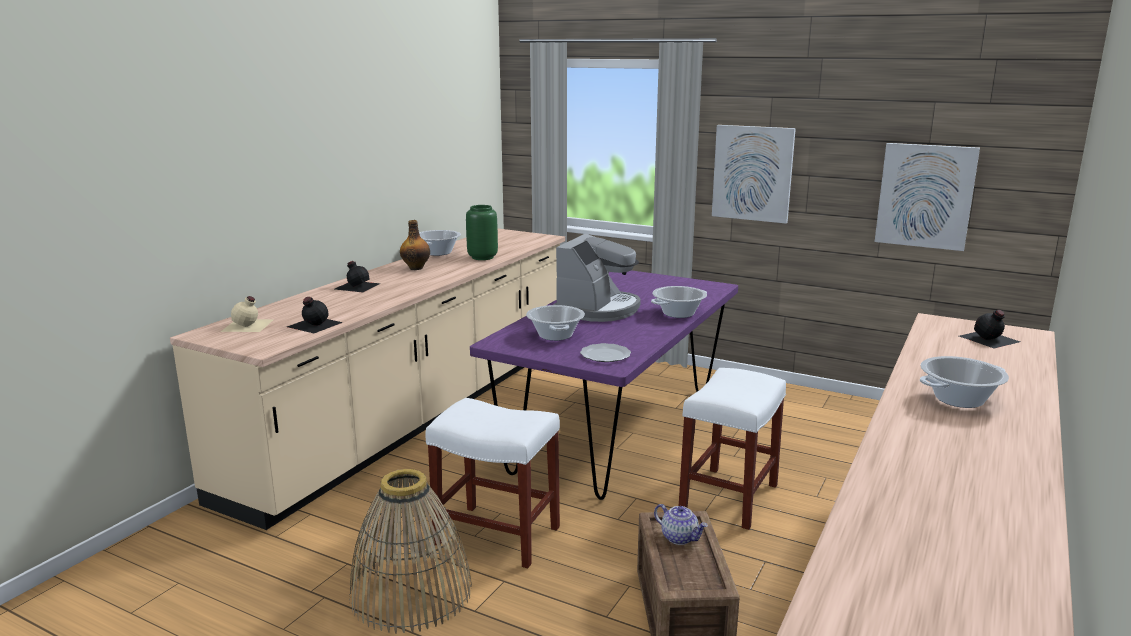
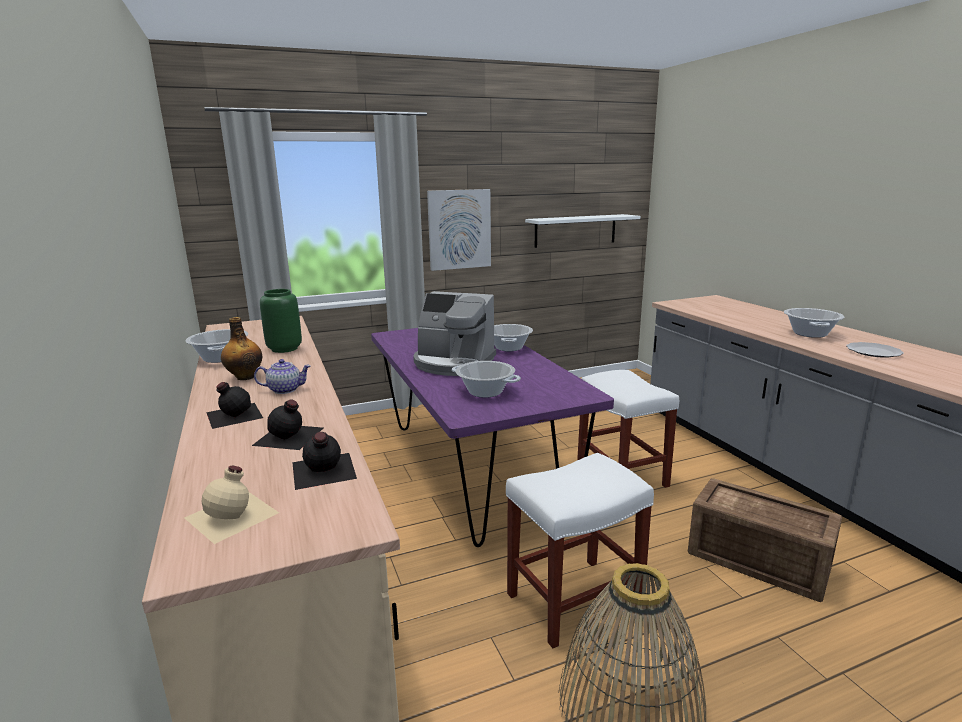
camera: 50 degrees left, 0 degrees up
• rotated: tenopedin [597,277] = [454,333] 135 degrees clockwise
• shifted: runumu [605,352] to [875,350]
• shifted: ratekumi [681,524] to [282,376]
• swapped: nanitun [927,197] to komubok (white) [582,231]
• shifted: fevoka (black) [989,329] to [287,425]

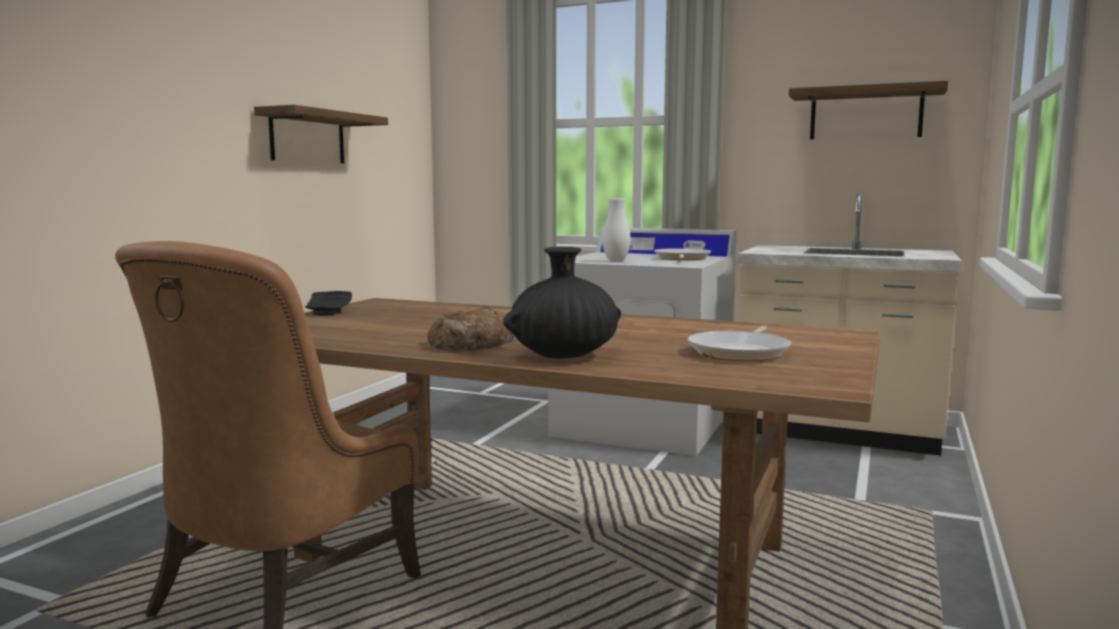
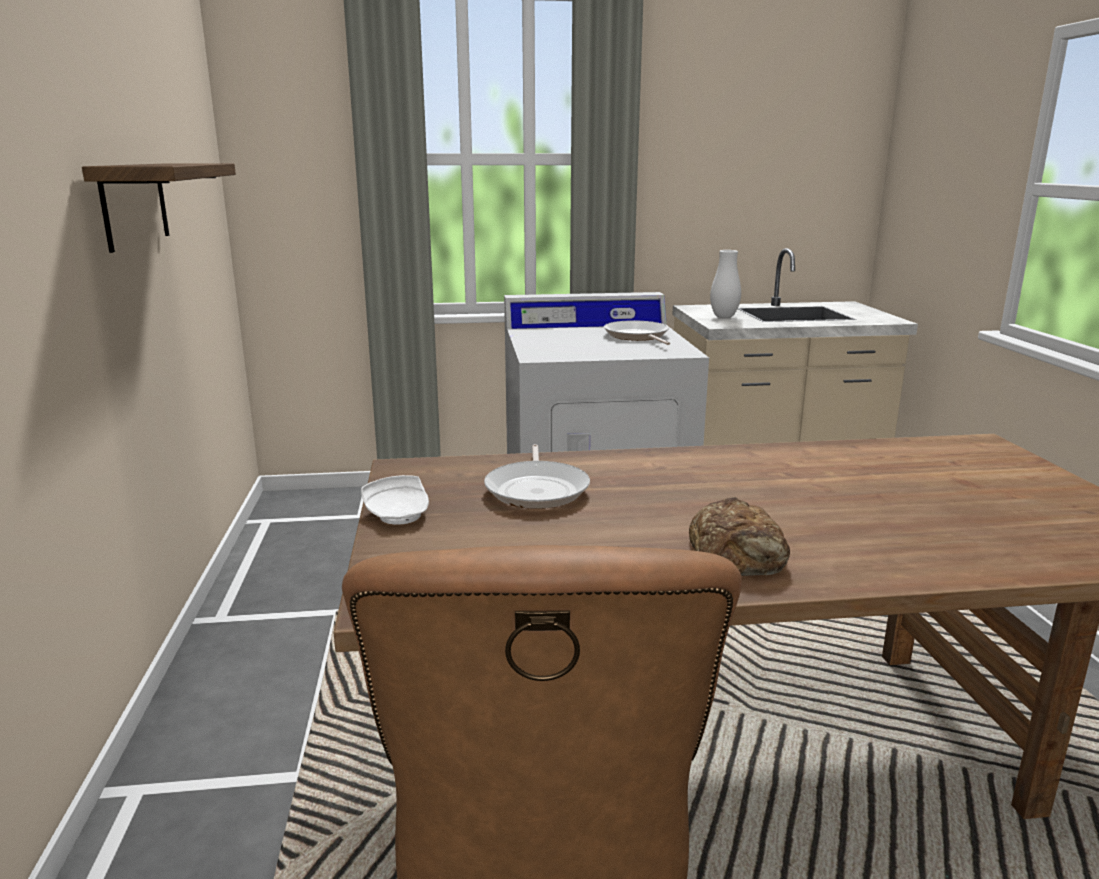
camera: 30 degrees left, 10 degrees up
• repainted: runumu (black) [328,303] to runumu (white) [395,500]
• gone: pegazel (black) [562,303]
• shifted: pegazel (white) [616,229] to [725,284]
• shifted: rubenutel [739,343] to [537,476]
• gone: komubok [868,110]

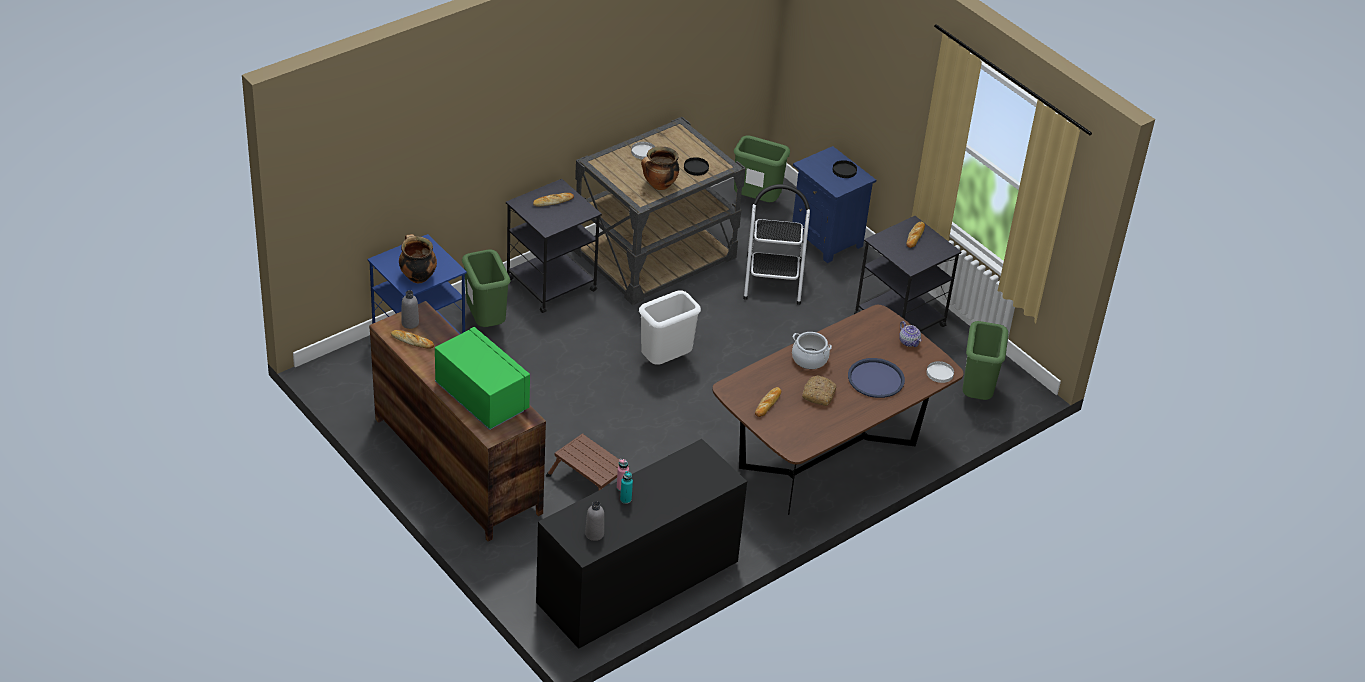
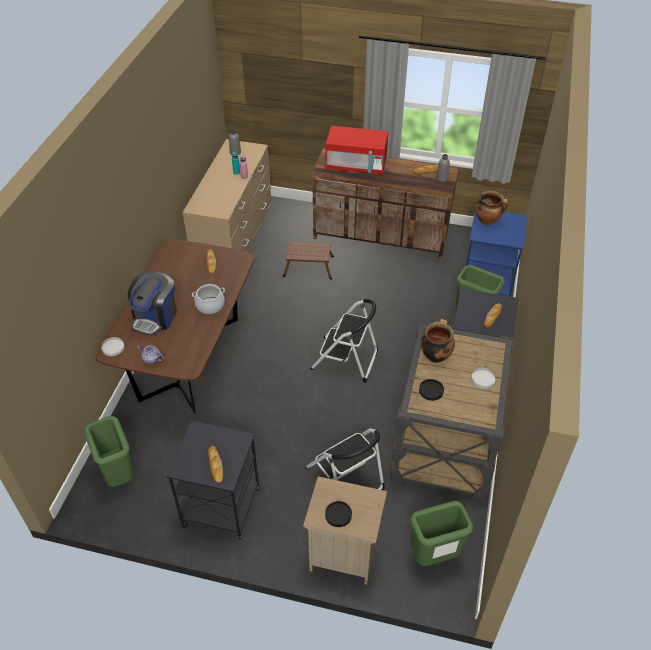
camera: 145 degrees right, 5 degrees up
• repainted: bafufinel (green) [482,378] to bafufinel (red) [357,150]
• repainted: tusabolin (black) [641,544] to tusabolin (beige) [227,195]
• swapped: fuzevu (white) [670,328] to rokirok [344,341]
• repainted: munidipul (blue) [834,204] to munidipul (beige) [345,530]
• gone: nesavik [819,390]
• swapped: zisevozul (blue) [876,378] to tenopedin [152,303]

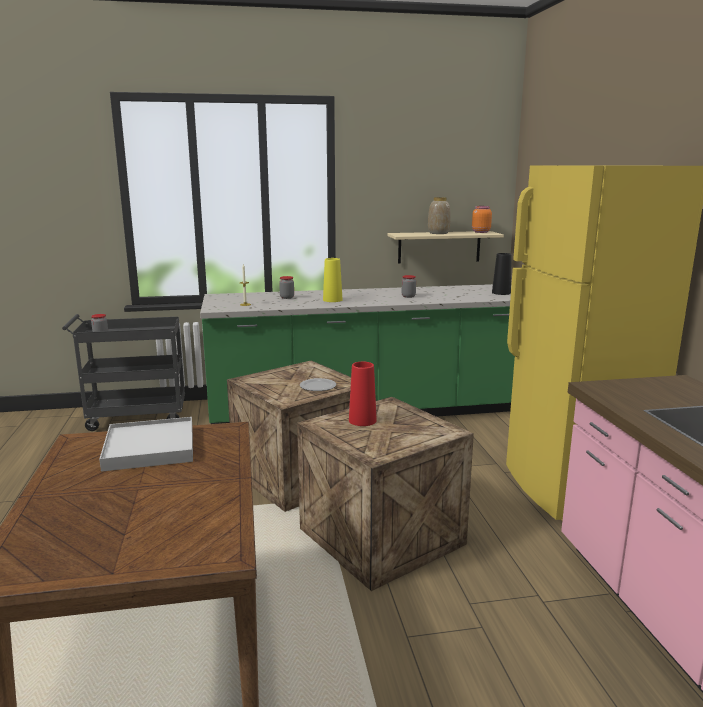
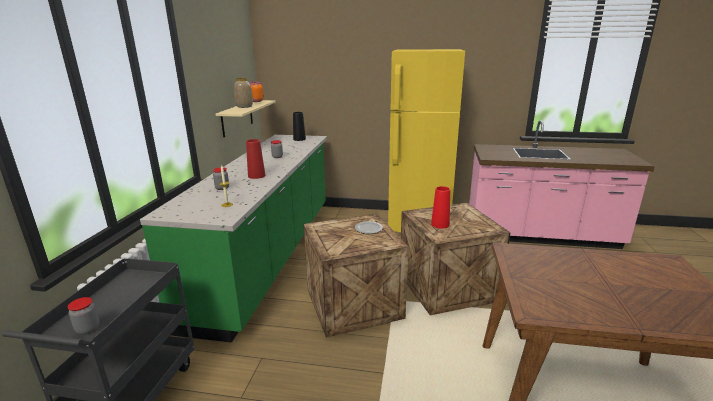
camera: 70 degrees left, 5 degrees up
• gone: zisevozul (white) [146,444]
• repainted: pegazel (yellow) [333,280] to pegazel (red) [255,159]

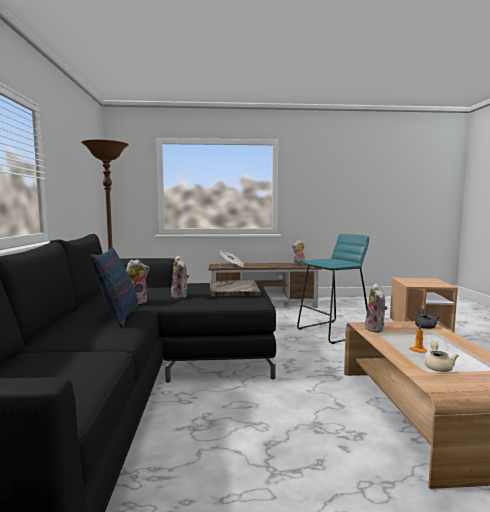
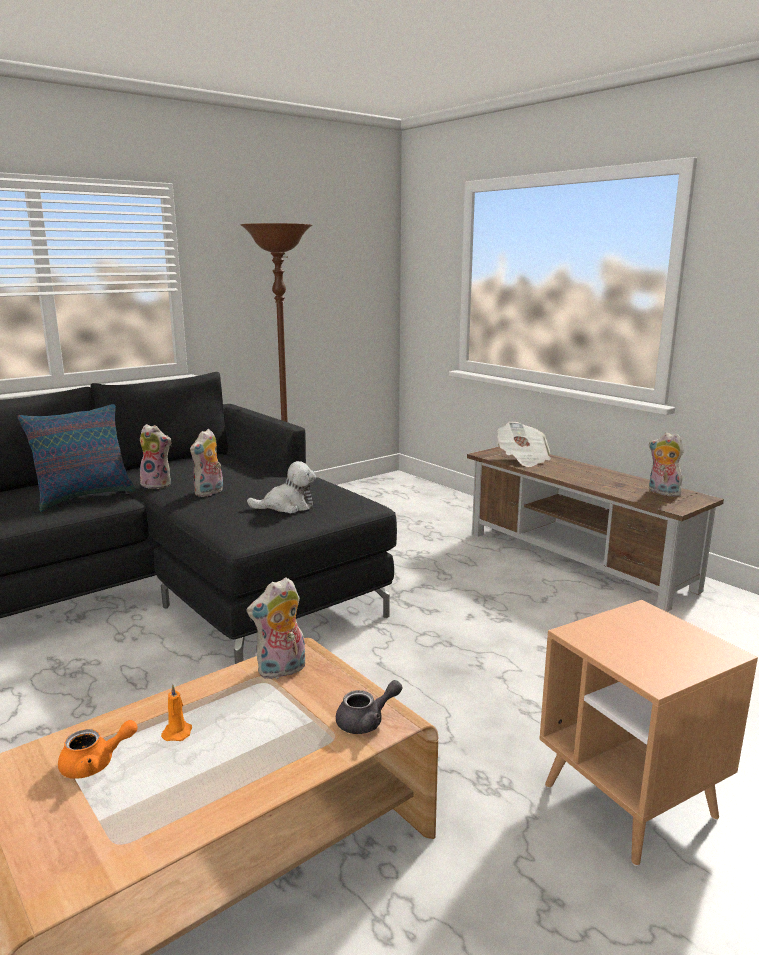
camera: 55 degrees right, 10 degrees up
• swapped: zisevozul (grey) [235,288] to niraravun [281,487]
• gone: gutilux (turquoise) [333,289]
• repainted: ratekumi (beige) [442,356] to ratekumi (orange) [98,749]

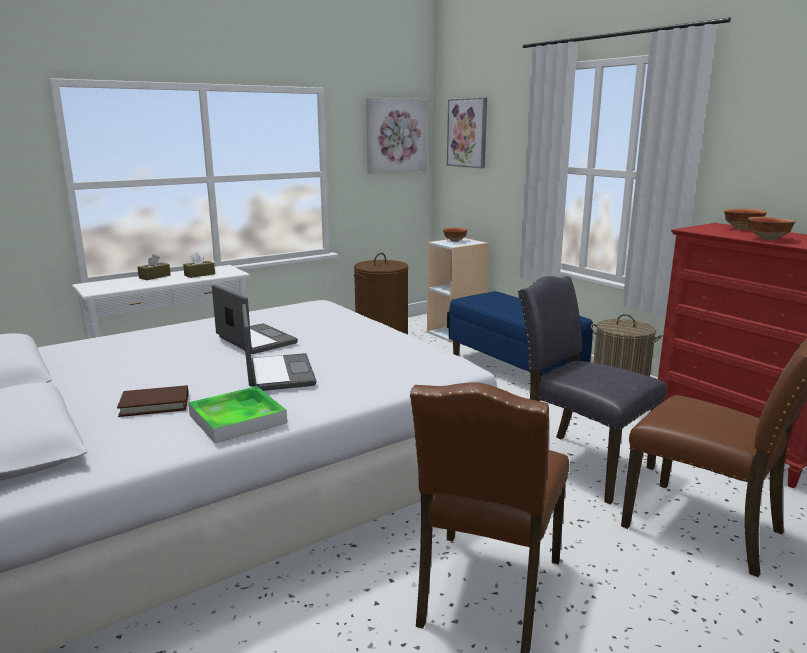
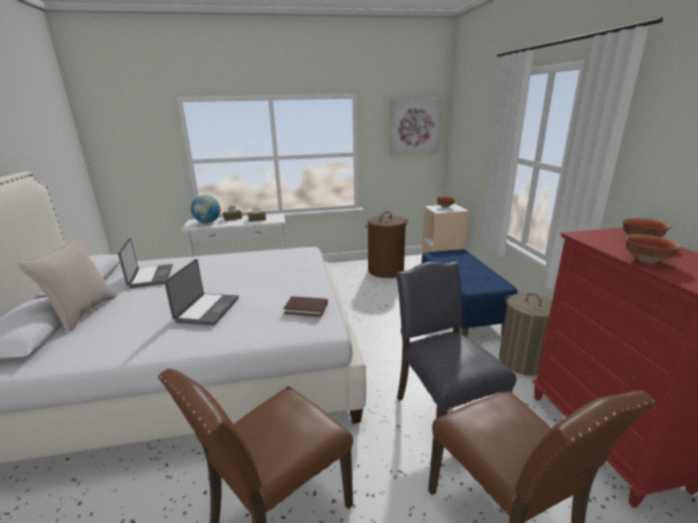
camera: 25 degrees right, 5 degrees up
• shifted: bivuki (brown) [153,401] to [305,306]
• gone: zisevozul [237,414]
• shifted: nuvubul [255,319] to [145,263]
• gone: nanitun [467,132]
• new: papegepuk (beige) [67,284]
• new: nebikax [205,209]

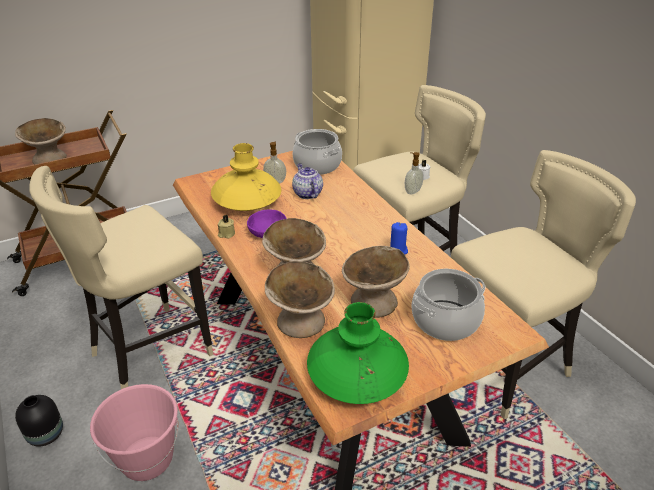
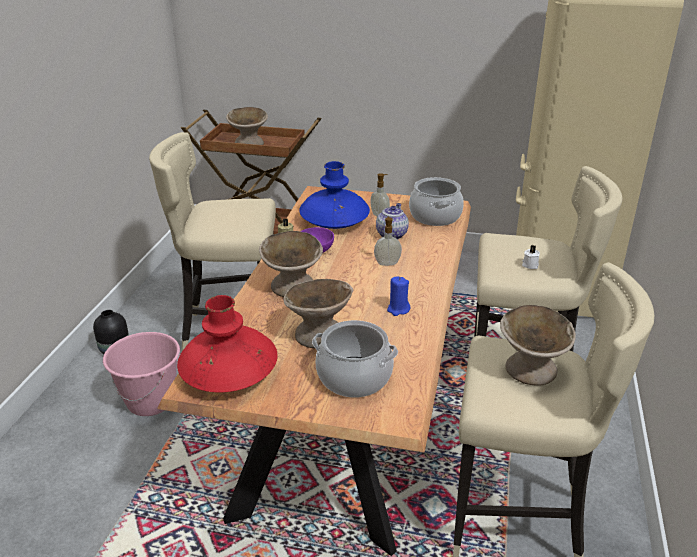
camera: 40 degrees right, 5 degrees down
• repainted: pegazel (yellow) [246,177] to pegazel (blue) [334,195]
• shifted: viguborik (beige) [300,299] to [538,345]
• repainted: pegazel (green) [358,353] to pegazel (red) [227,344]
• shifted: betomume [414,173] to [388,241]

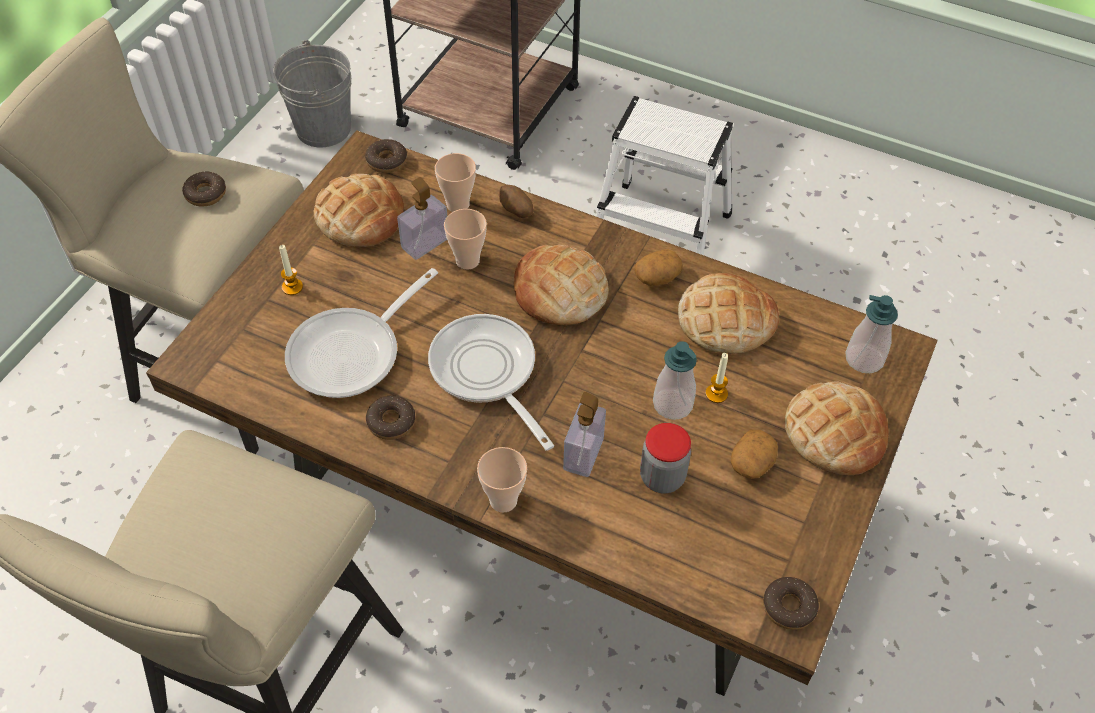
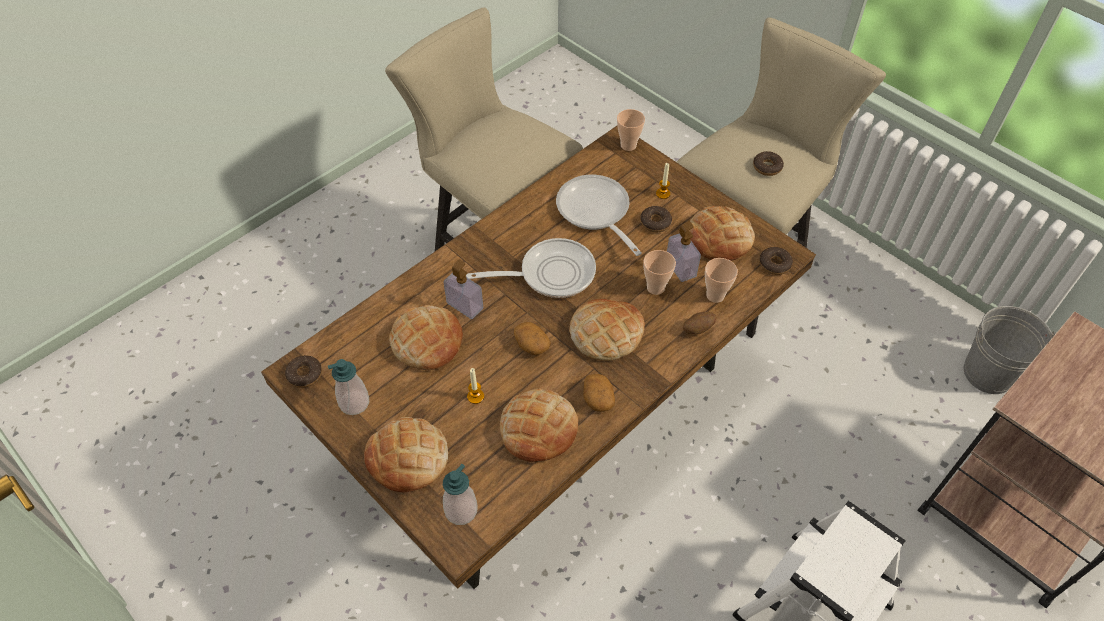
camera: 110 degrees right, 0 degrees up
• shifted: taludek [391,418] to [656,219]
• shifted: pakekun [502,480] to [631,130]
• swapped: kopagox [665,458] to nesavik [426,337]
• shifted: betomume [675,380] to [348,387]
• shifted: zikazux [754,454] to [532,338]

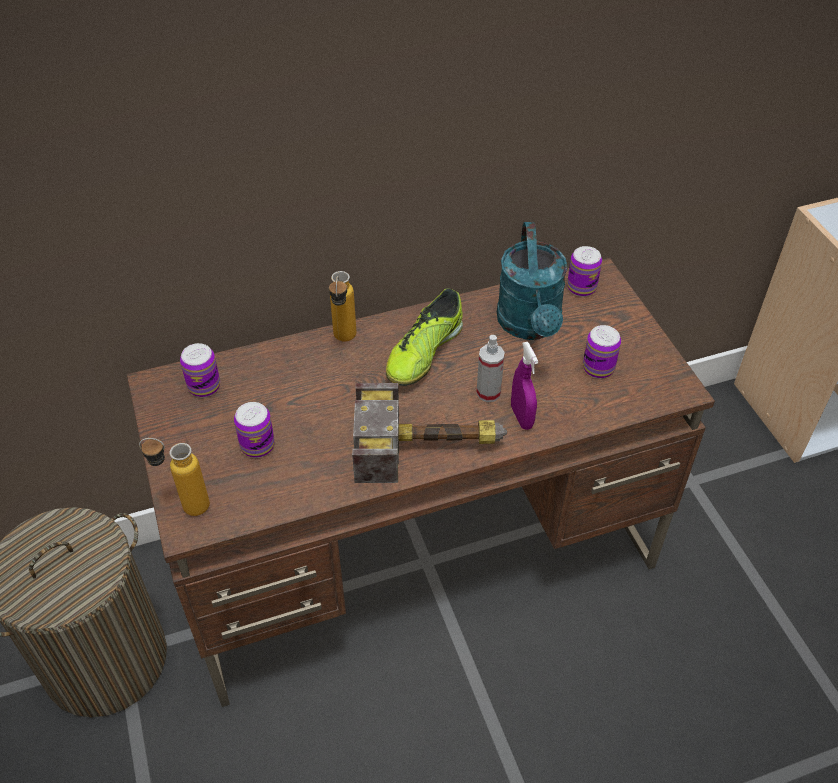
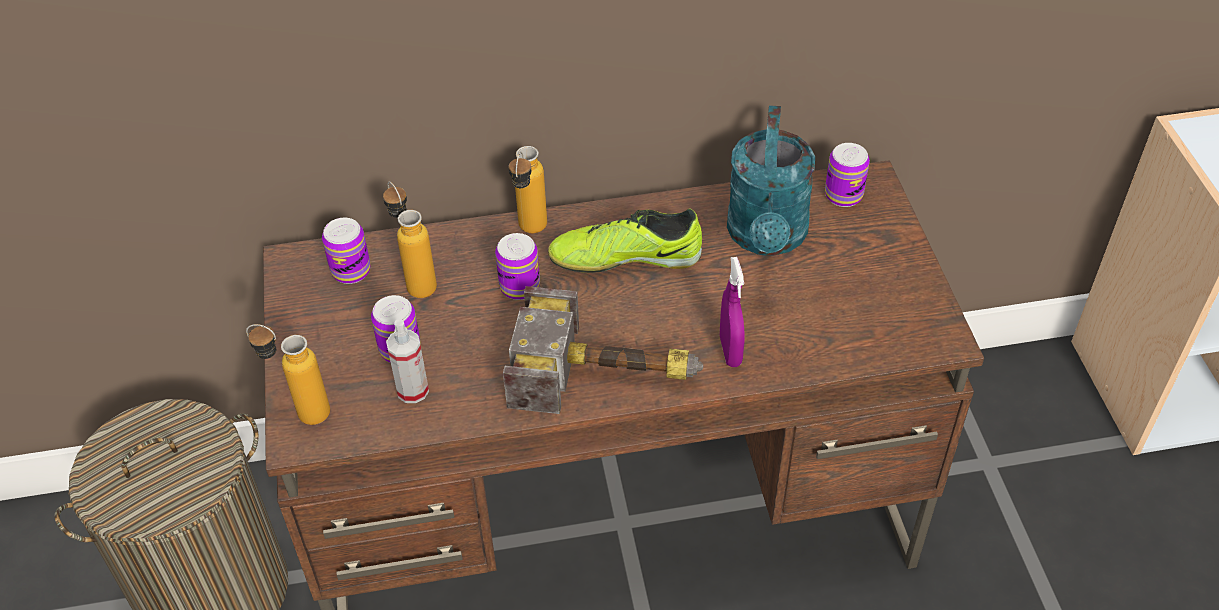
camera: 10 degrees right, 0 degrees up
• rotated: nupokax [424,337] = [625,240] 45 degrees clockwise
• shifted: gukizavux [490,368] to [407,361]
• shifted: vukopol [602,352] to [517,266]
• new: fevoka [410,239]

